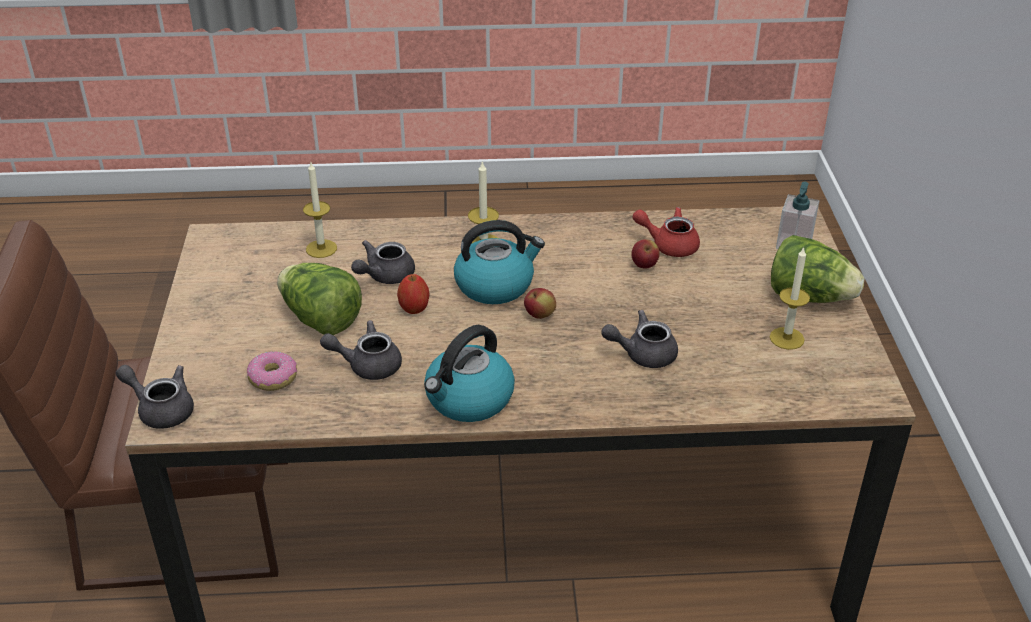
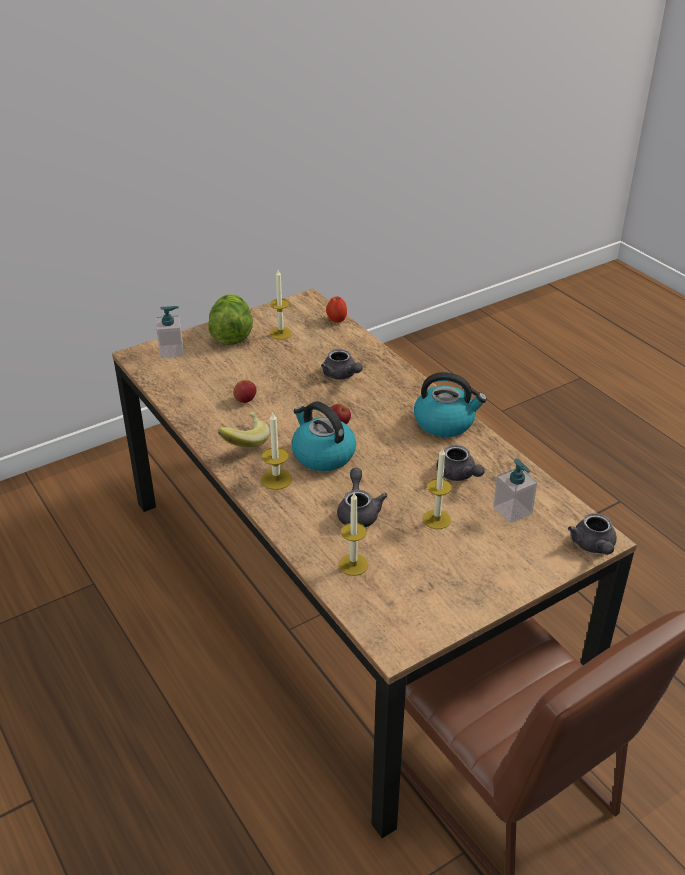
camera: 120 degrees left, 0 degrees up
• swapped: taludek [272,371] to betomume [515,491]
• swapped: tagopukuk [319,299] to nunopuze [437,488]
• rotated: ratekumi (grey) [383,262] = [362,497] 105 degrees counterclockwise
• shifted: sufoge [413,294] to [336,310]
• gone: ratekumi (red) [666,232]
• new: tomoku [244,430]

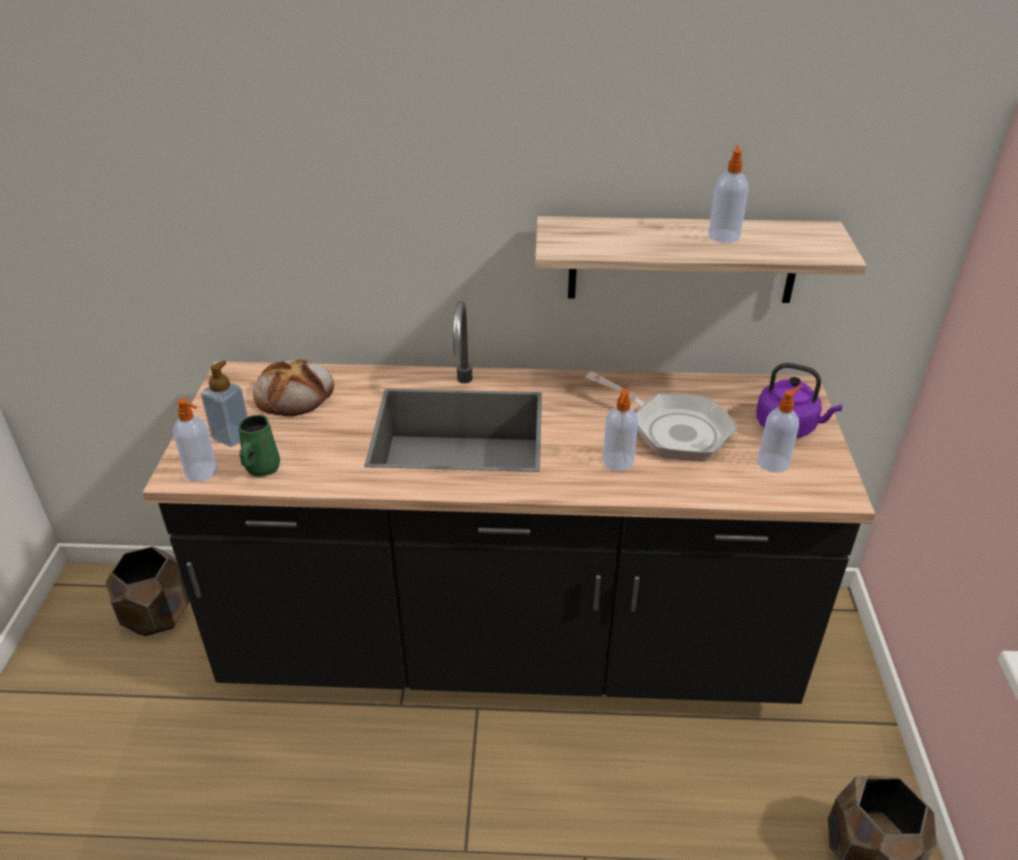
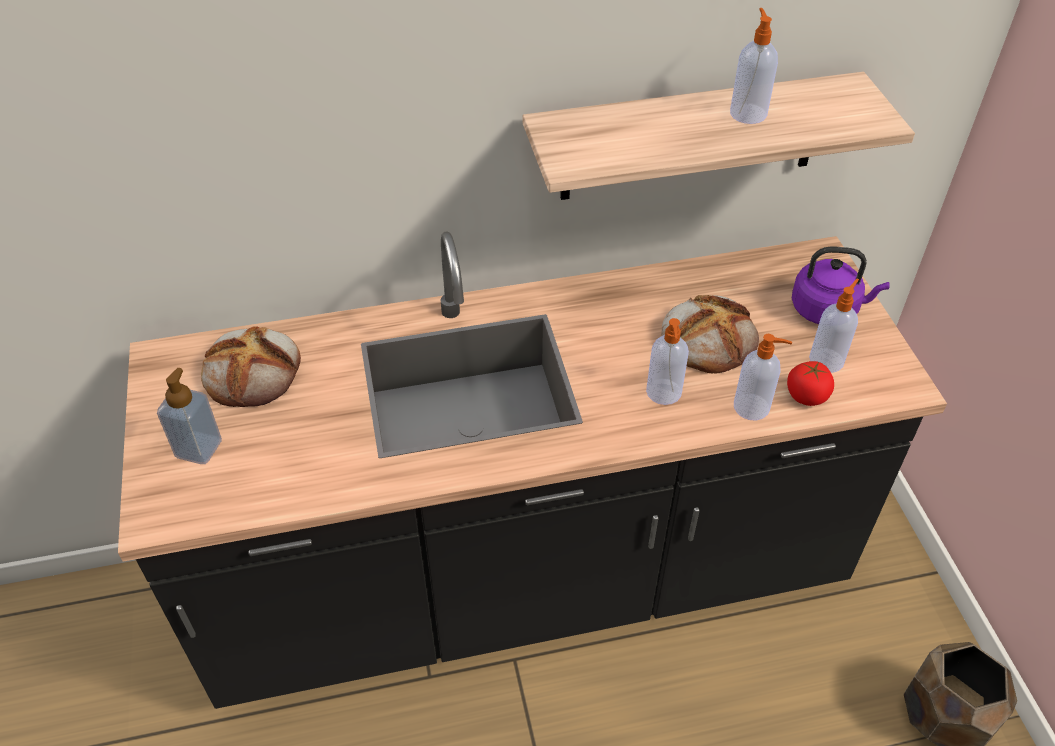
camera: 15 degrees left, 10 degrees up
• gone: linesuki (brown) [147,591]
• shifted: betomume [195,440] to [763,377]
• gone: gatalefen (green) [259,446]
• swapped: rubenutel [661,416] to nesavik [710,334]
• new: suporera [810,383]

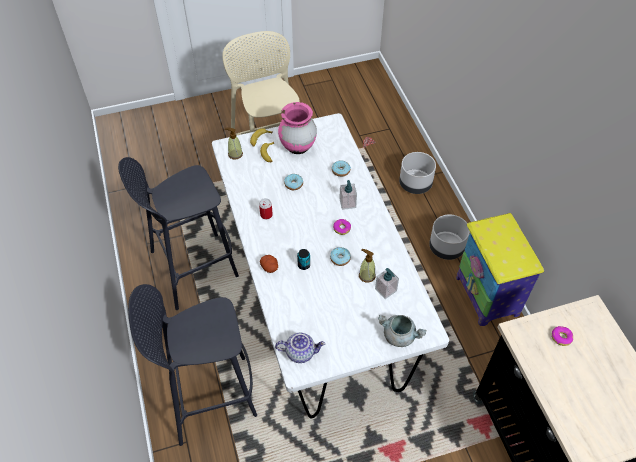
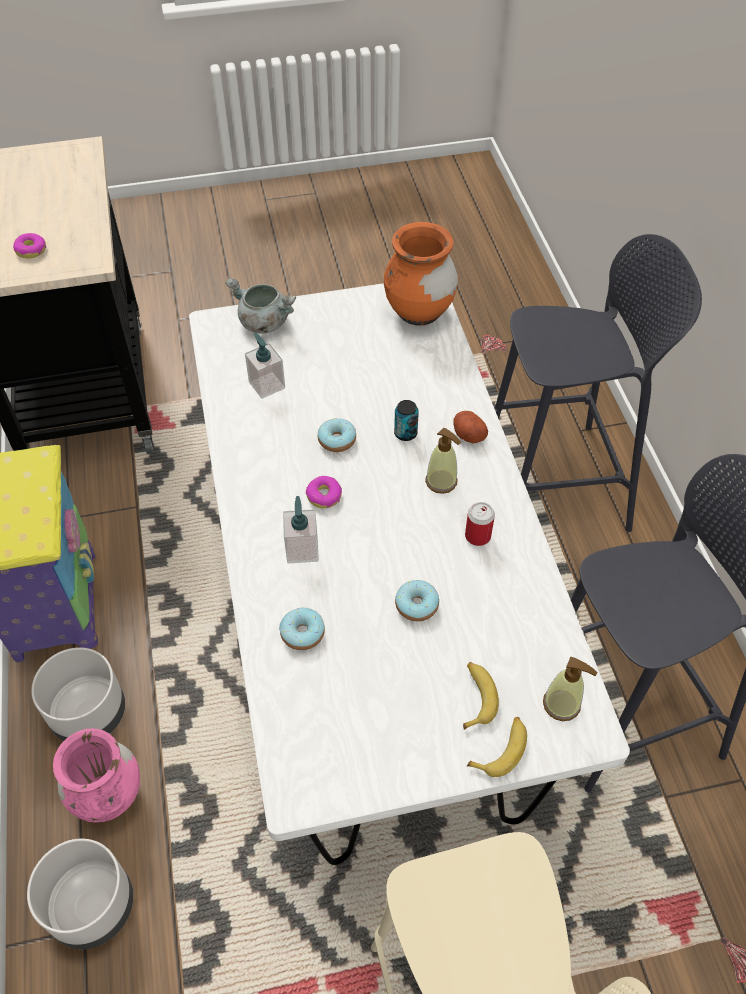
camera: 175 degrees left, 0 degrees up
• swapped: ratekumi [300,348] to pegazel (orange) [421,274]
• shifted: pegazel (pink) [297,128] to [96,775]
• shifted: betomume [367,266] to [443,461]

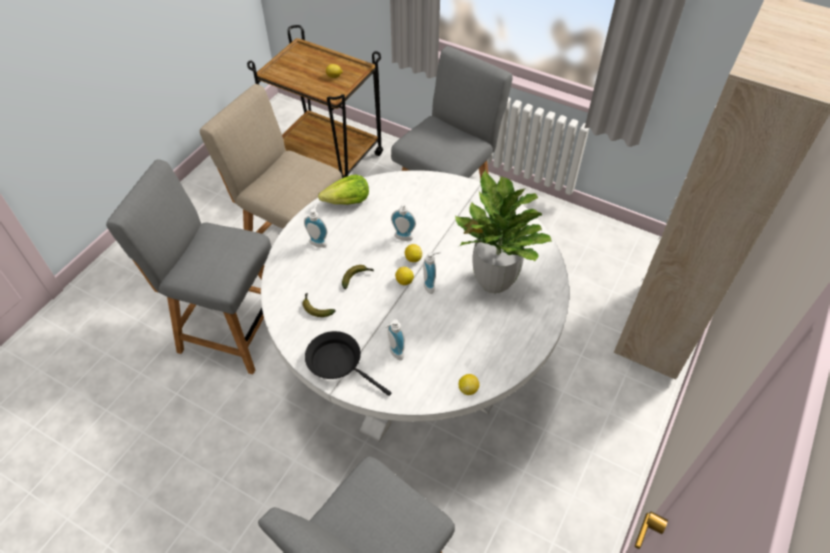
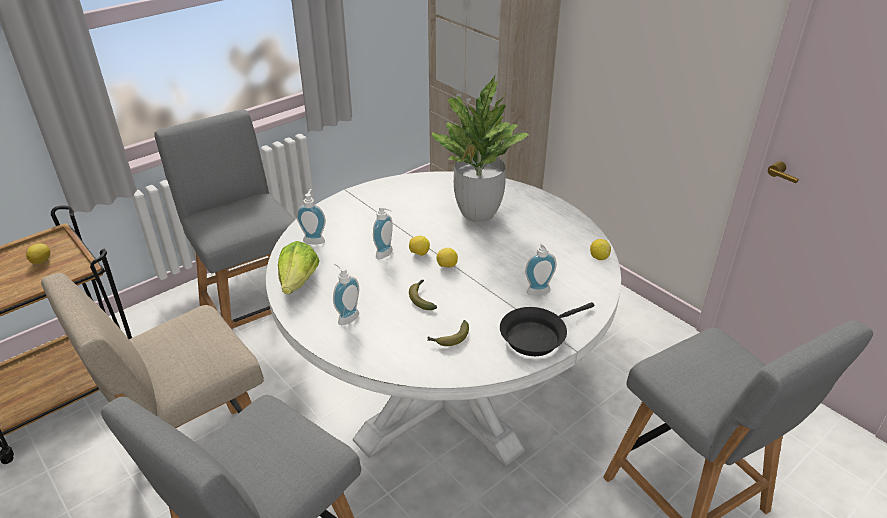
camera: 70 degrees left, 15 degrees down
• shifted: betomume [432,273] to [311,216]

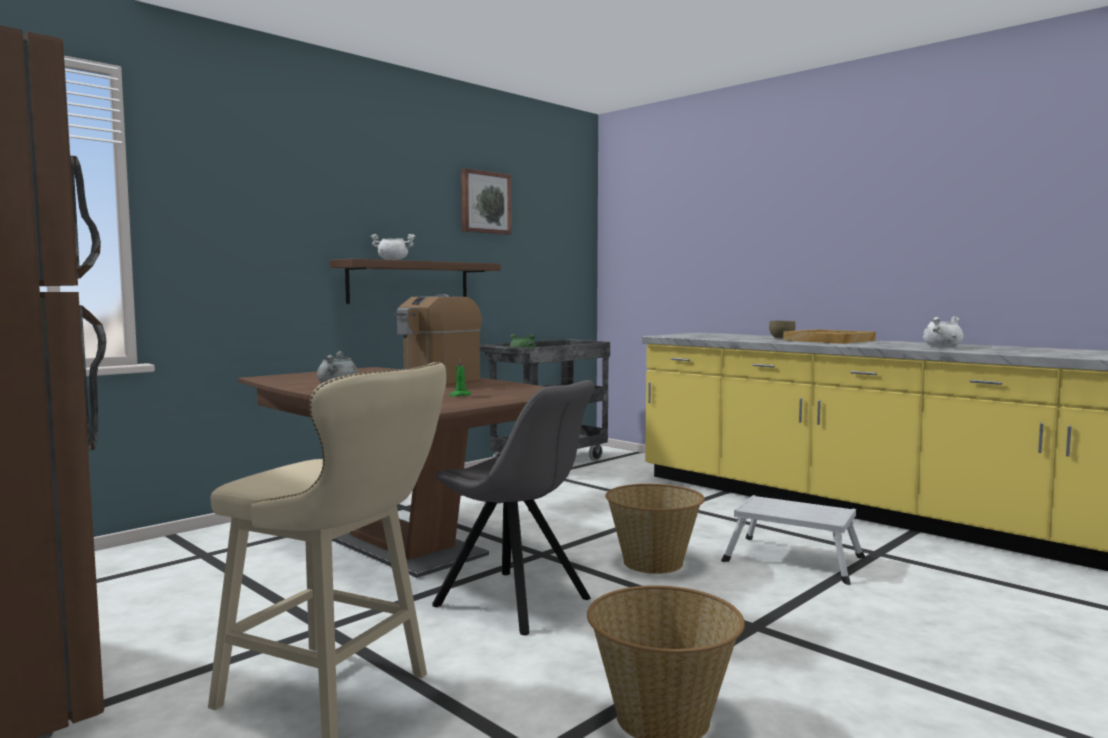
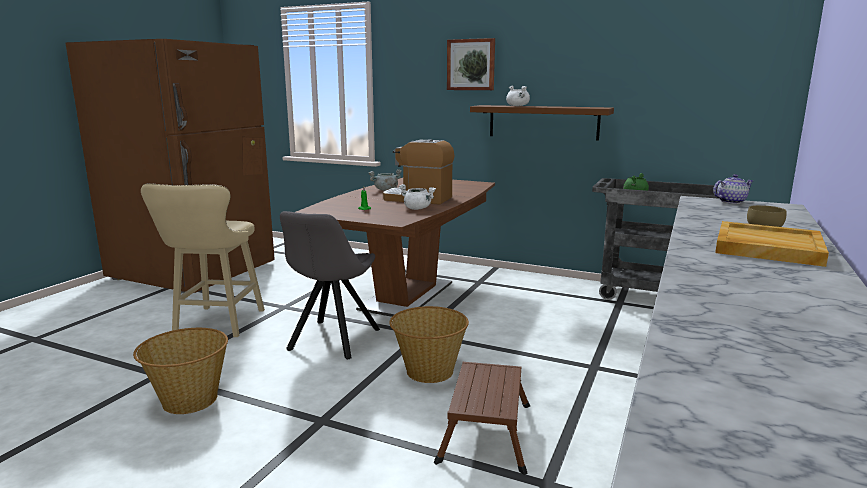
camera: 70 degrees right, 10 degrees up
• shifted: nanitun [486,201] to [471,64]
• repainted: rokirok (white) [793,540] to rokirok (brown) [482,418]
• shifted: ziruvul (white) [943,331] to [417,197]
• new: ratekumi [733,189]

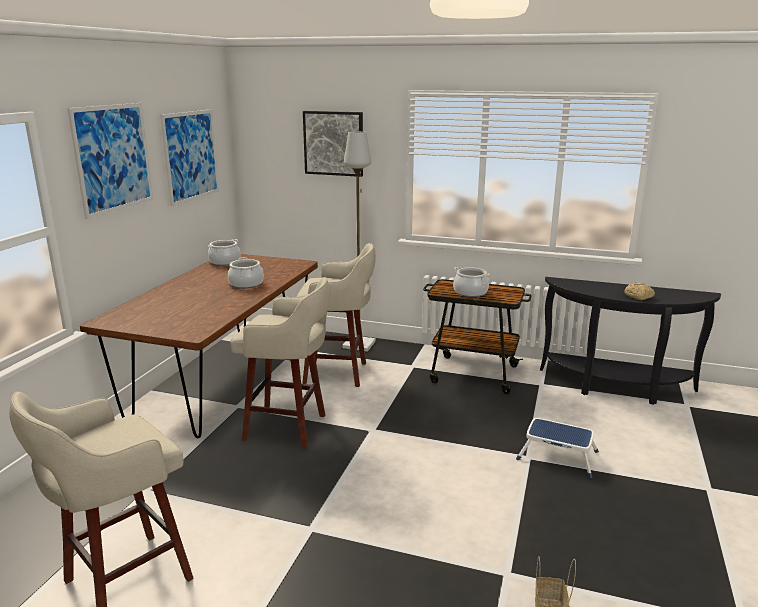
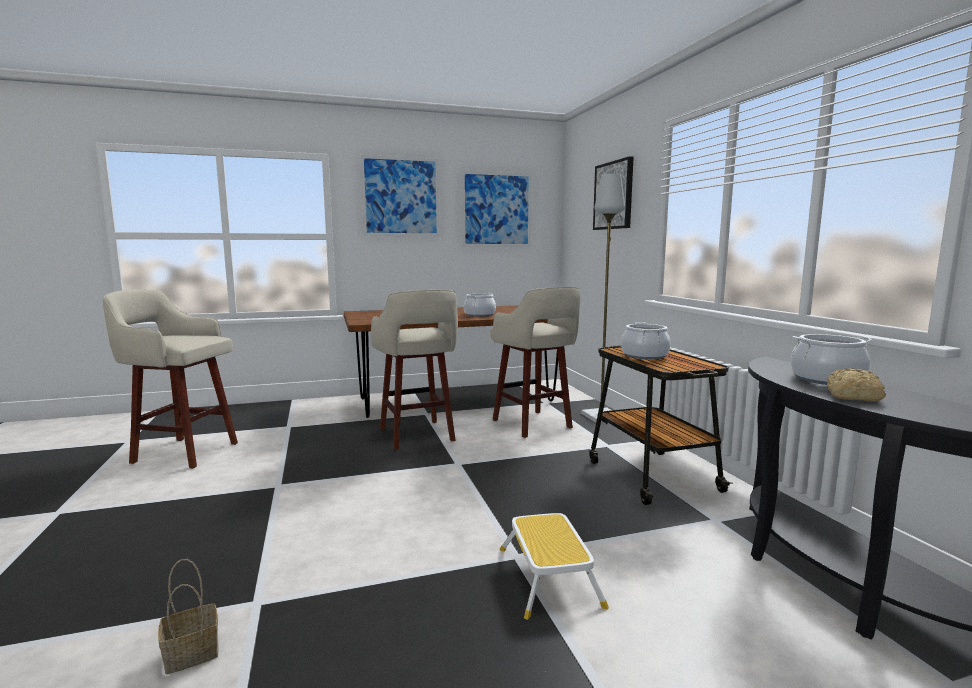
camera: 55 degrees right, 10 degrees down
• shifted: ziruvul [224,252] to [832,359]
• repainted: rokirok (blue) [557,448] to rokirok (yellow) [554,566]

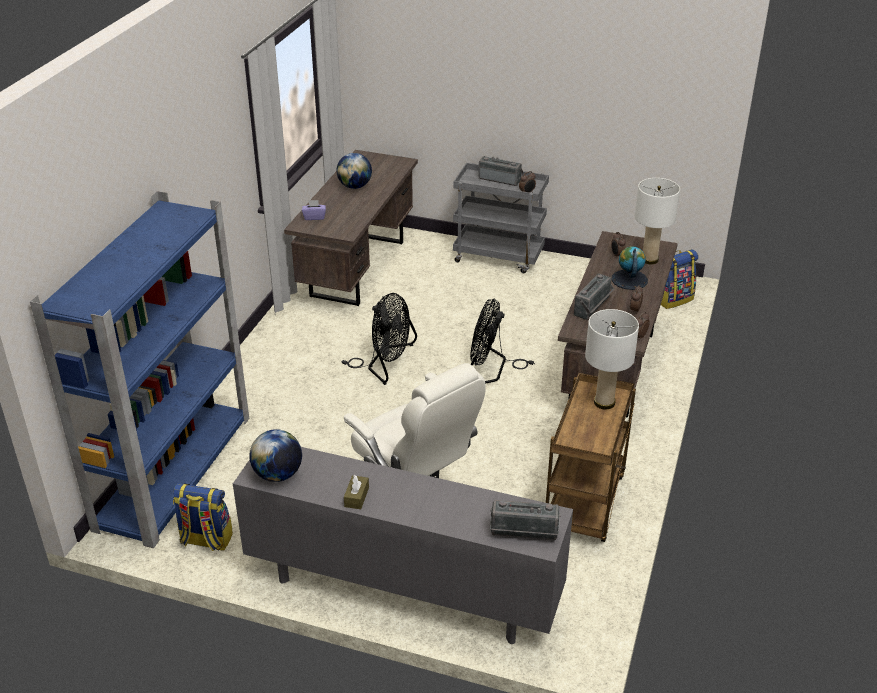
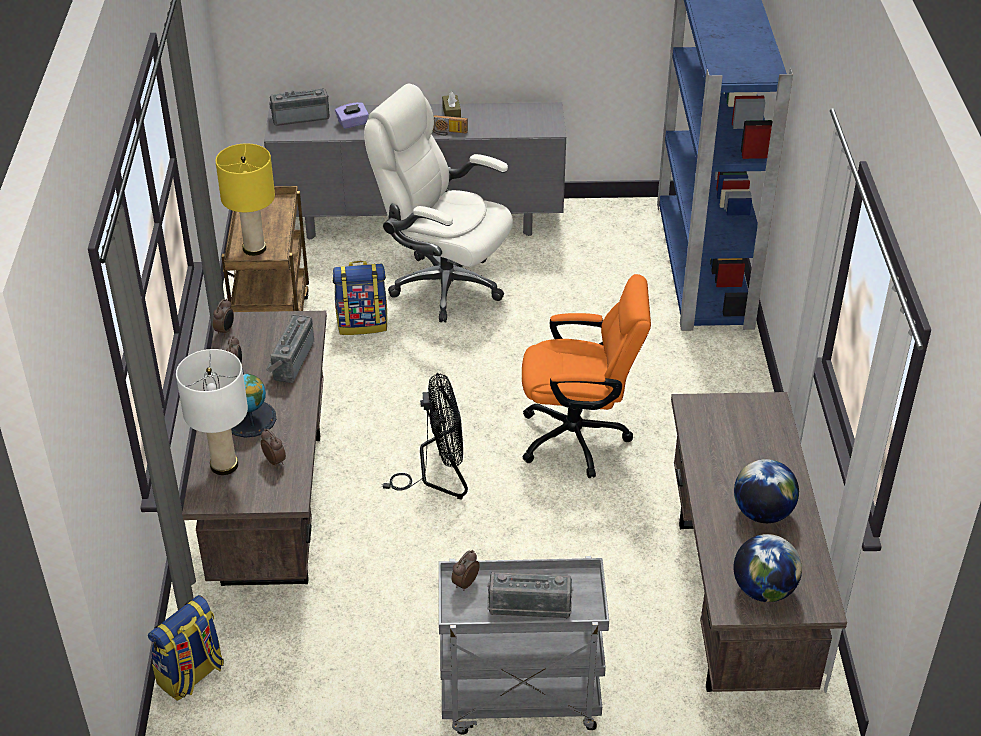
camera: 160 degrees right, 5 degrees up
• shifted: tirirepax [203,517] to [360,298]
• shifted: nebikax [275,455] to [768,568]
• shifted: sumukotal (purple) [314,210] to [352,115]
• swapped: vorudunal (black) [379,339] to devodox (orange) [586,376]
• repainted: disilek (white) [612,359] to disilek (yellow) [245,199]
• new: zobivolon [450,125]

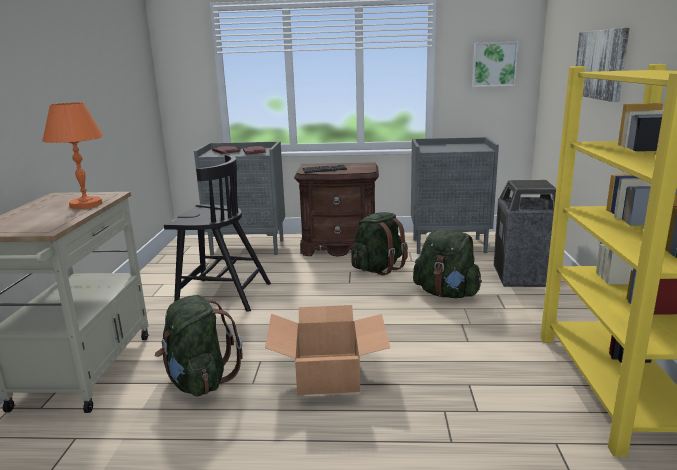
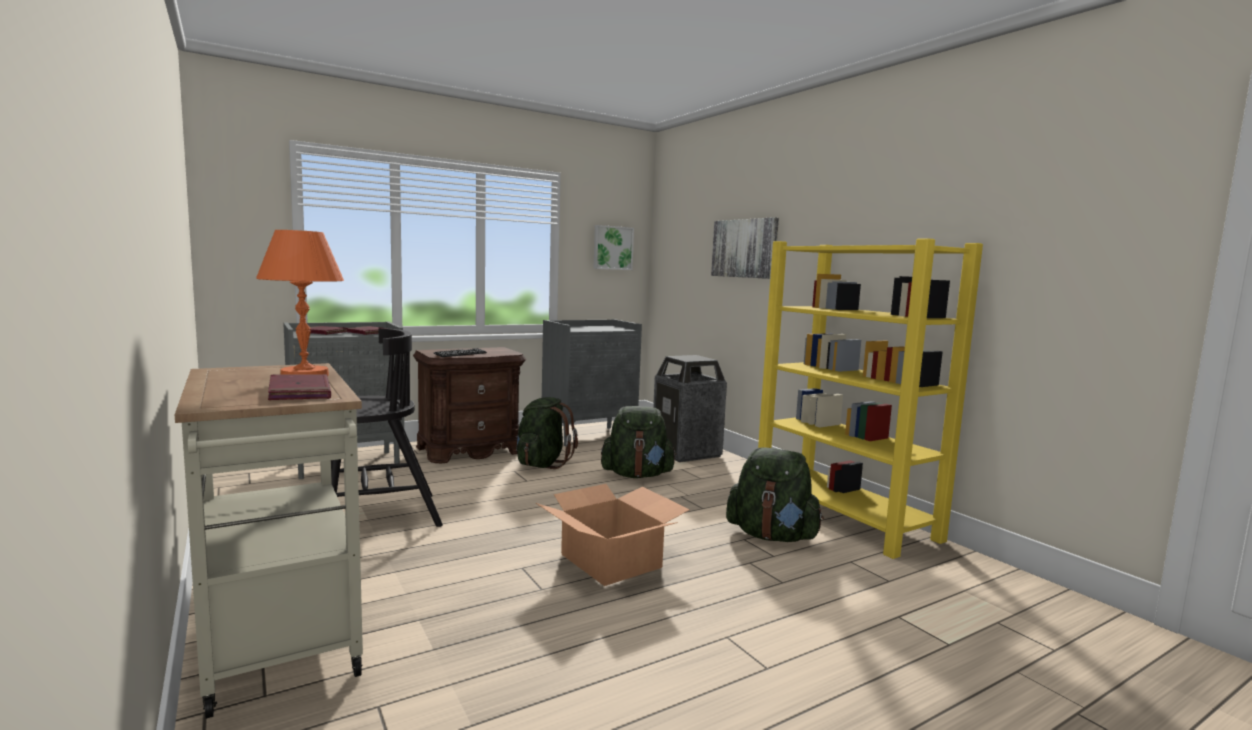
camera: 35 degrees left, 10 degrees down
• shifted: tirirepax (green) [199,346] to [775,494]
• new: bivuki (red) [299,387]

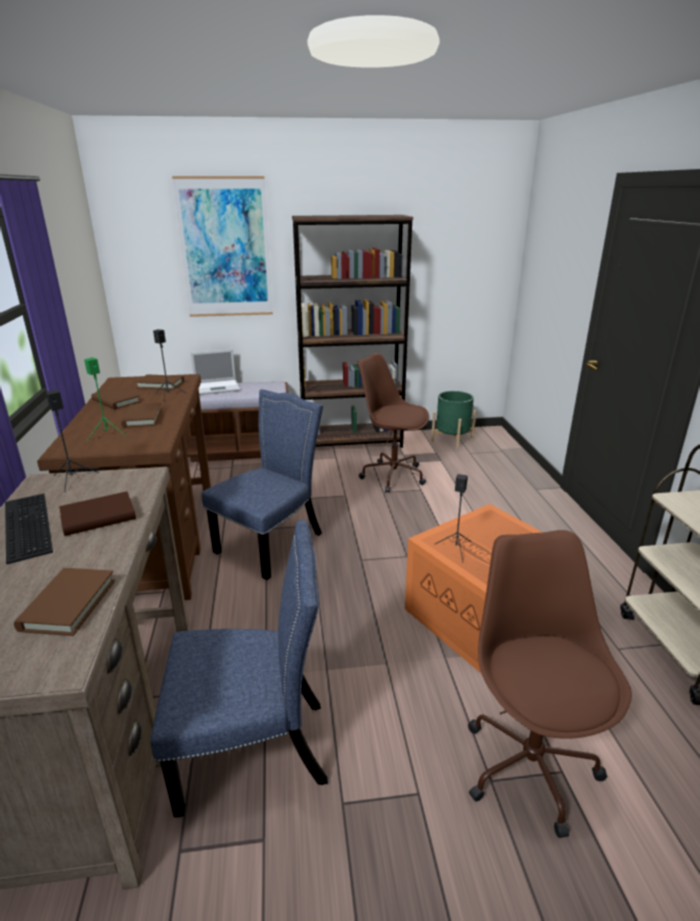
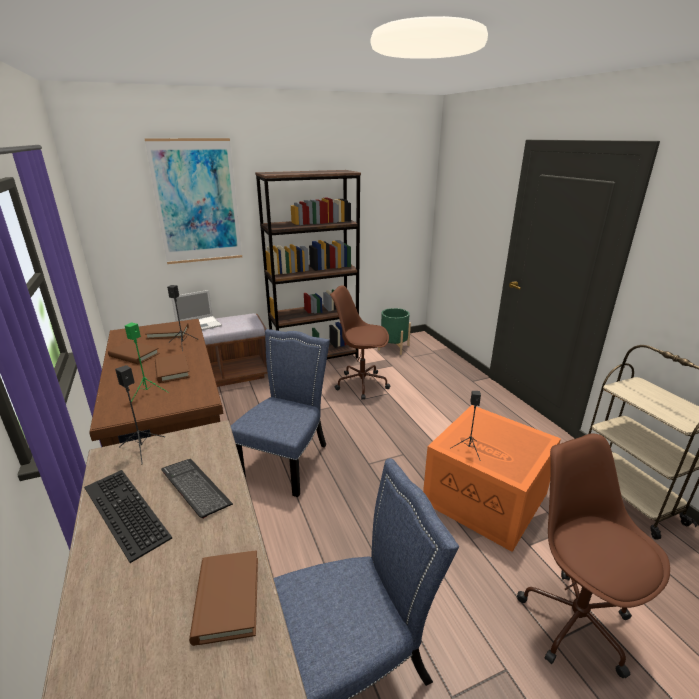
camera: 15 degrees left, 0 degrees up
• swapped: bivuki (brown) [97,513] to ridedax [197,488]

